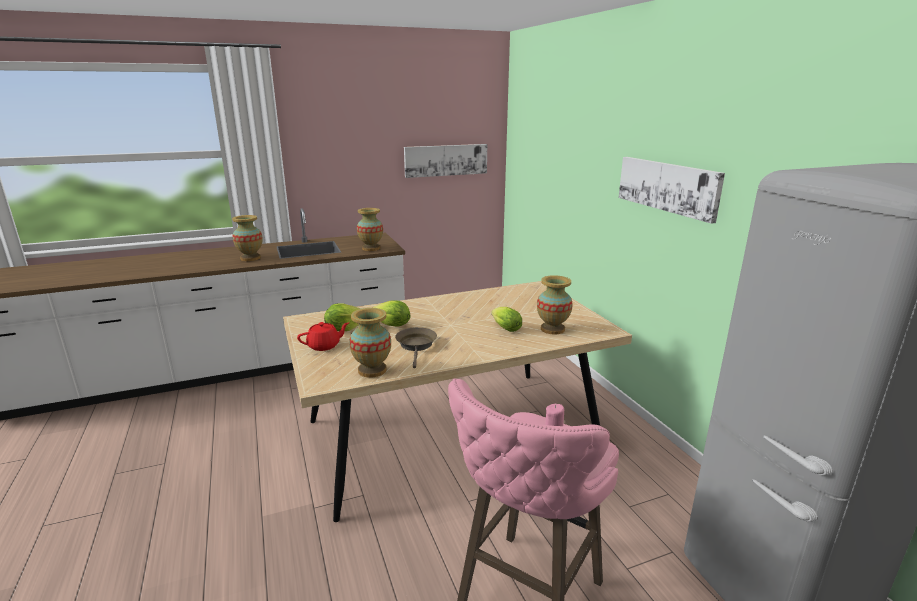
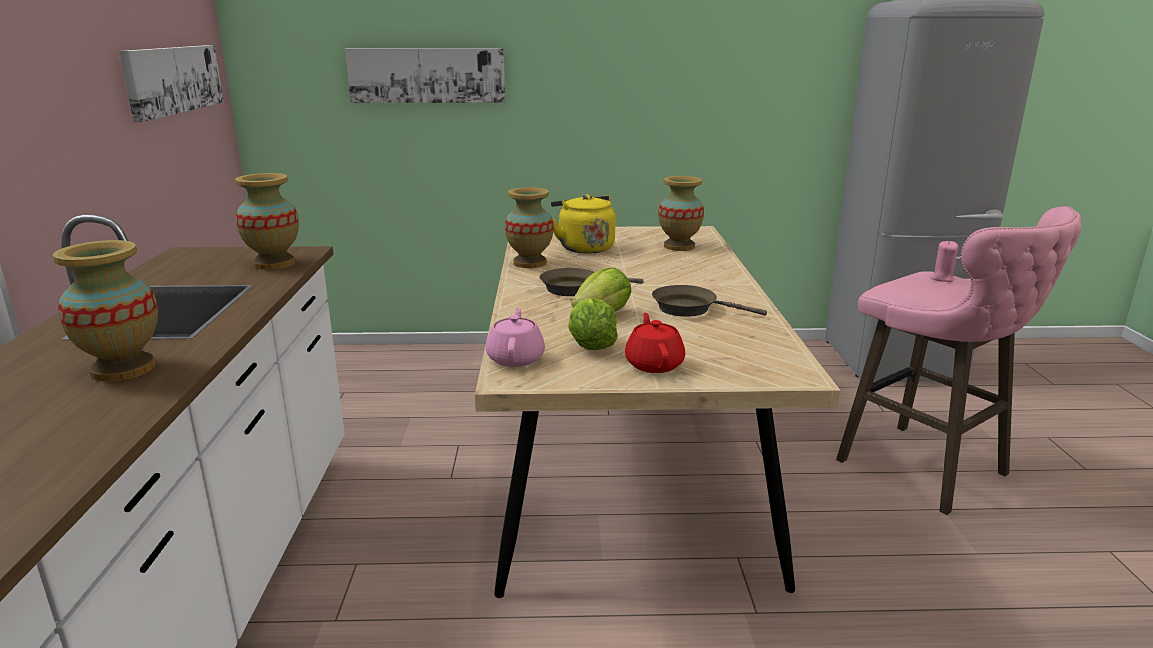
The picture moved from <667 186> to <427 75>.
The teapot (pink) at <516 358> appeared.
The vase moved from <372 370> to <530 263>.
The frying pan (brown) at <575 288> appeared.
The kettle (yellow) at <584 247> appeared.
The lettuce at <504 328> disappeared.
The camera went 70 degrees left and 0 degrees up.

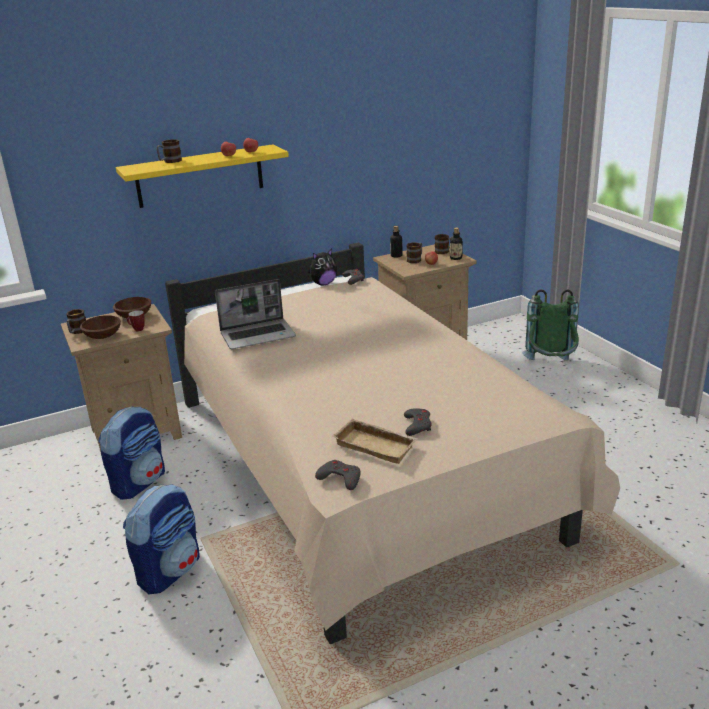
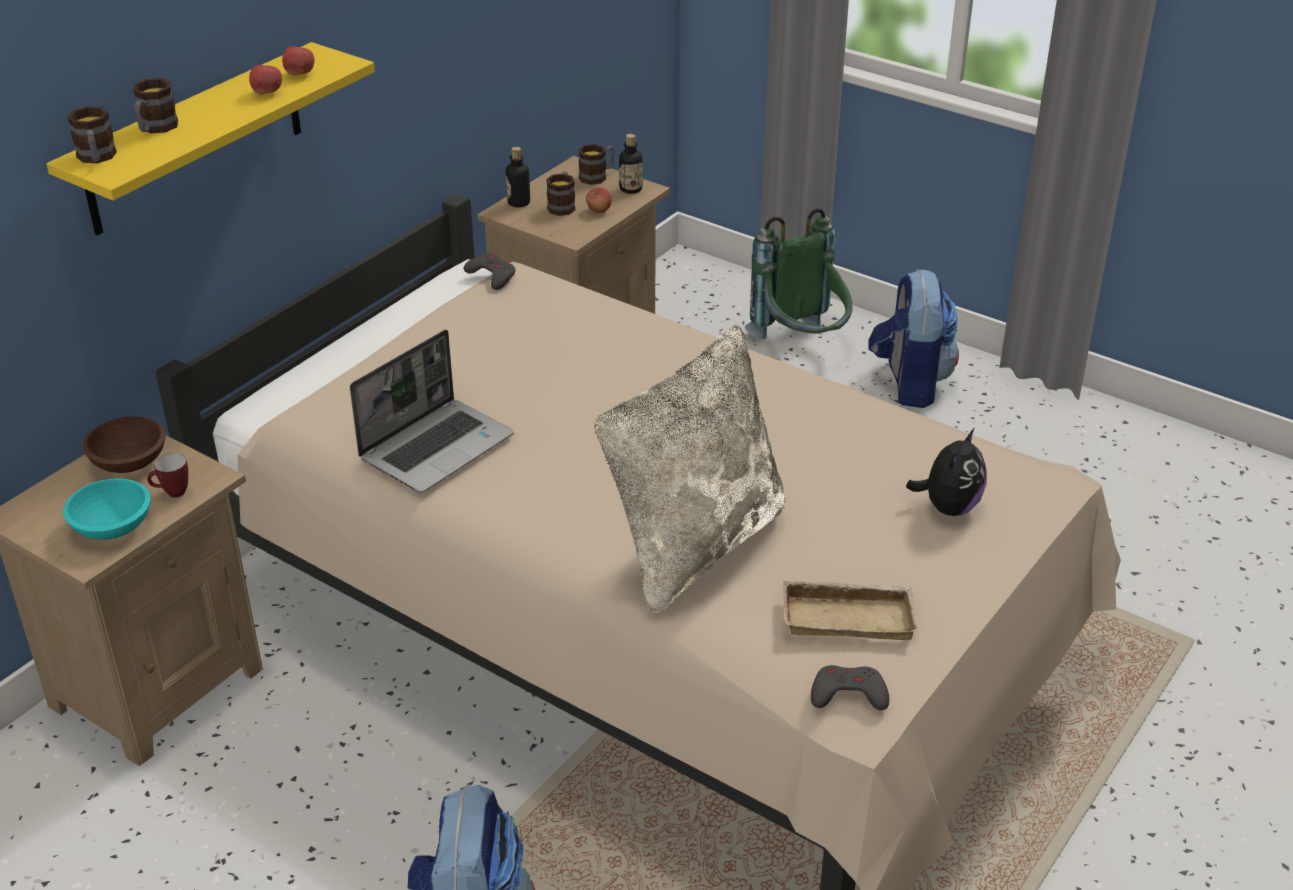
The bowl (brown) at <102 336> became the bowl (turquoise) at <111 528>.
The mug moved from <77 331> to <97 158>.
The pillow (beige) at <697 550> appeared.
The backpack moved from <139 482> to <909 383>.
The plush toy moved from <323 284> to <948 507>.
The game controller (grey) at <417 425> disappeared.
The camera went 30 degrees left and 10 degrees up.

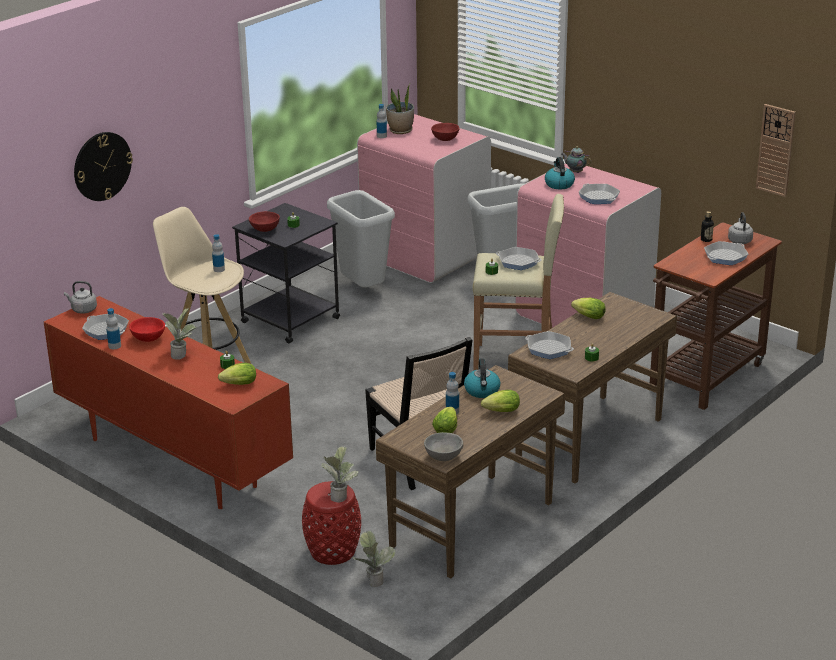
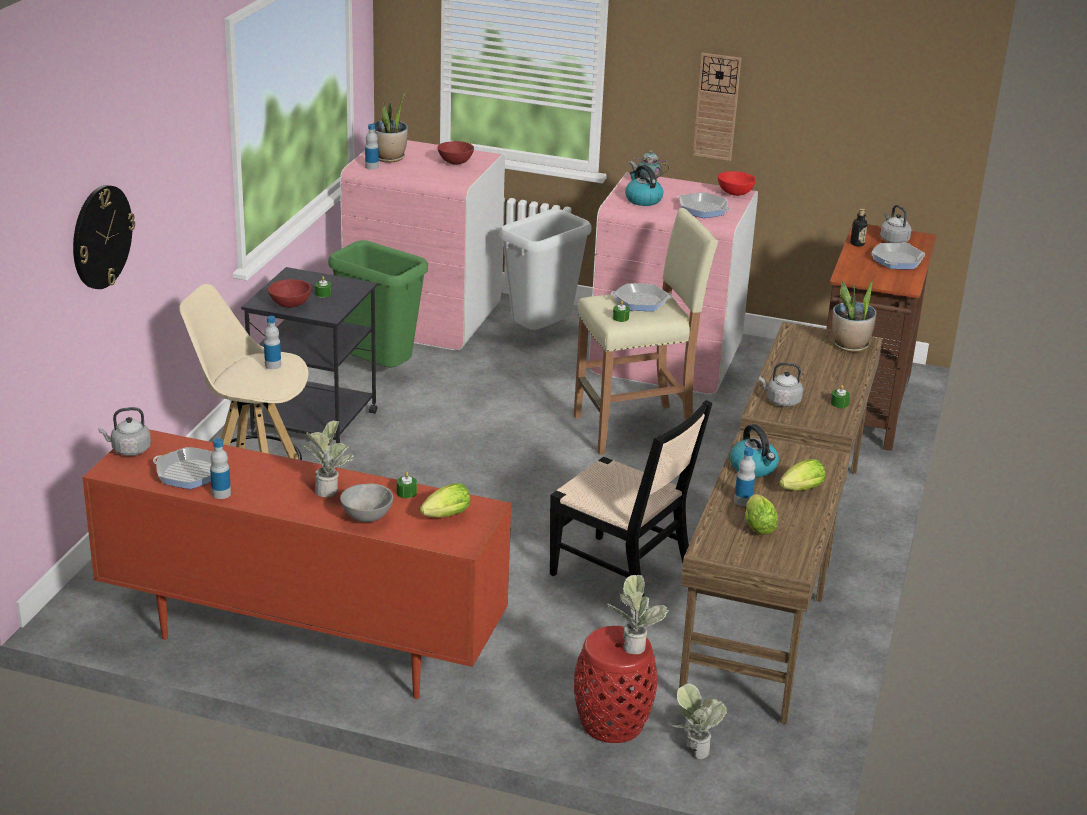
The trash can (grey) at <364 290> became the trash can (green) at <380 371>.
The bowl (grey) moved from <443 457> to <366 517>.
The wall clock moved from <776 150> to <717 106>.
The bowl (red) moved from <148 338> to <734 193>.
The frying pan at <549 349> was replaced by the kettle (grey) at <781 401>.
The potted plant at <850 346> appeared.
The lettuce at <587 316> disappeared.
The camera went 25 degrees left and 0 degrees up.

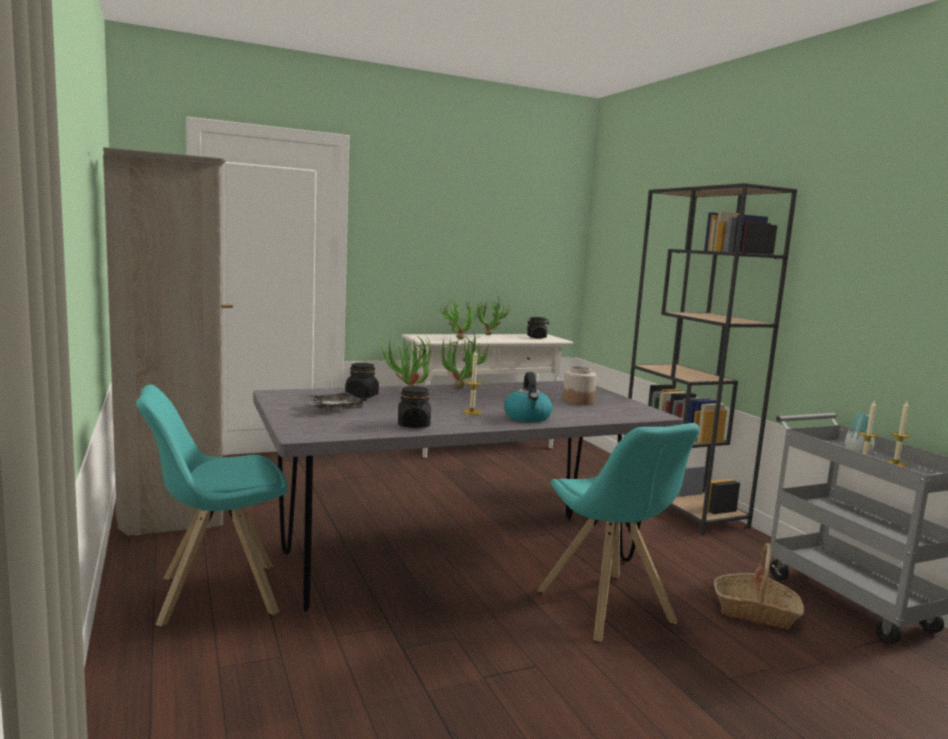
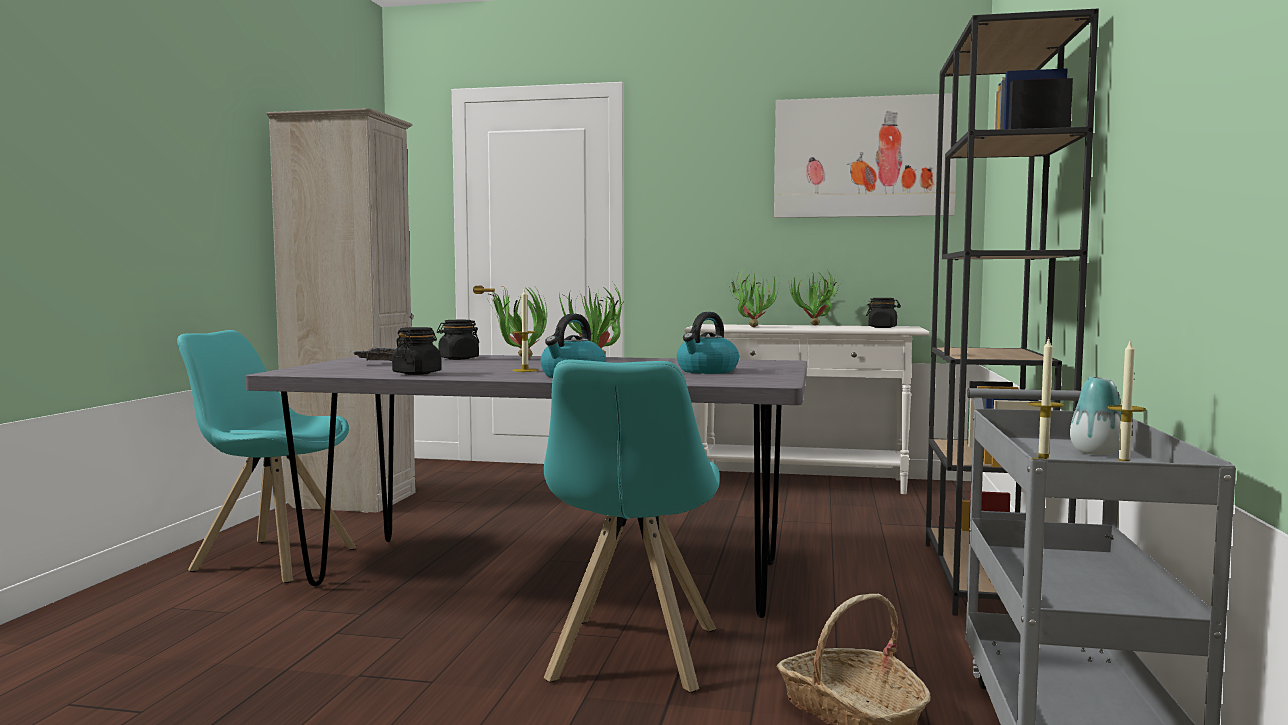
The jar at <578 401> was replaced by the kettle at <707 371>.
The picture at <863 157> appeared.
The camera went 35 degrees right and 5 degrees down.

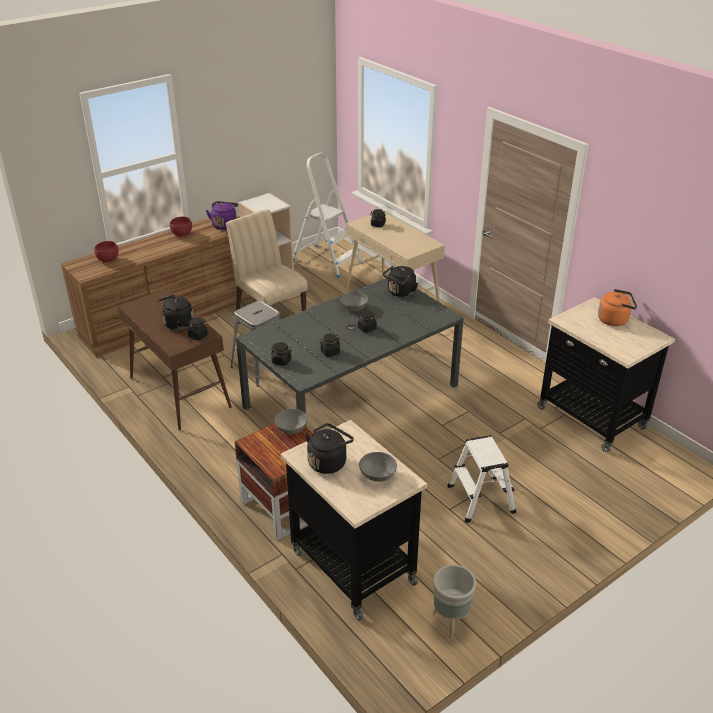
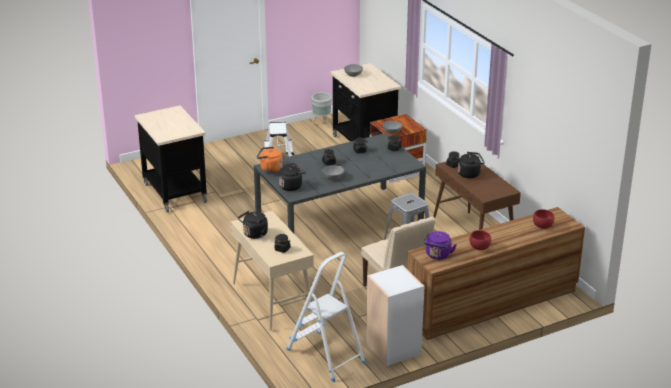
The kettle (black) moved from <328 462> to <254 235>.
The kettle (orange) moved from <614 320> to <269 169>.
The camera went 170 degrees left and 5 degrees down.

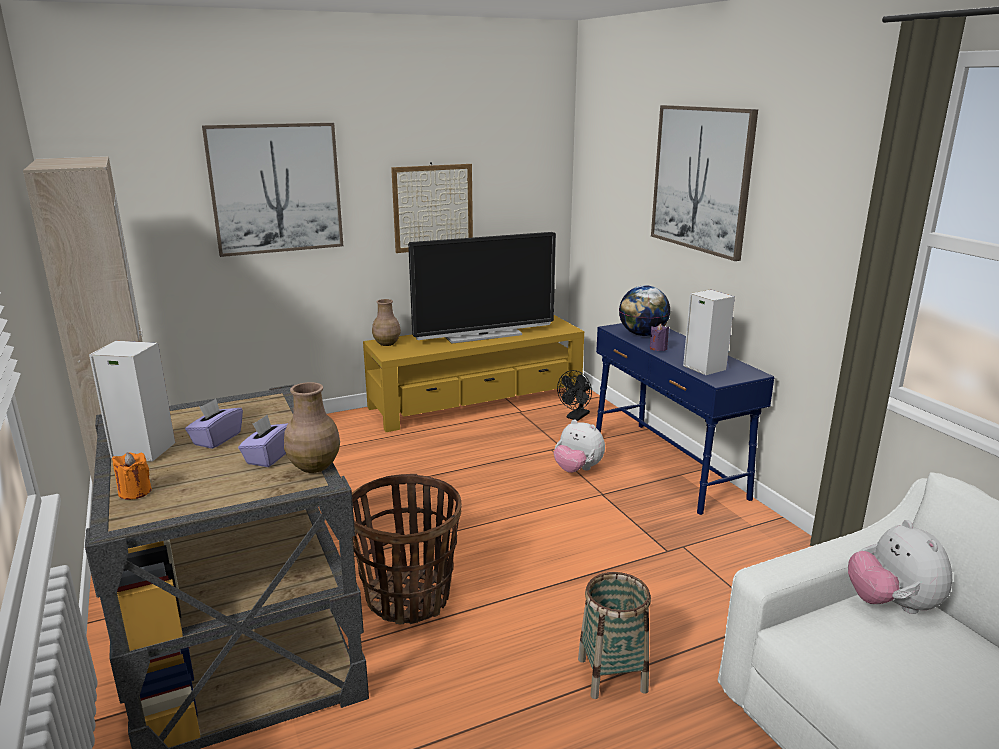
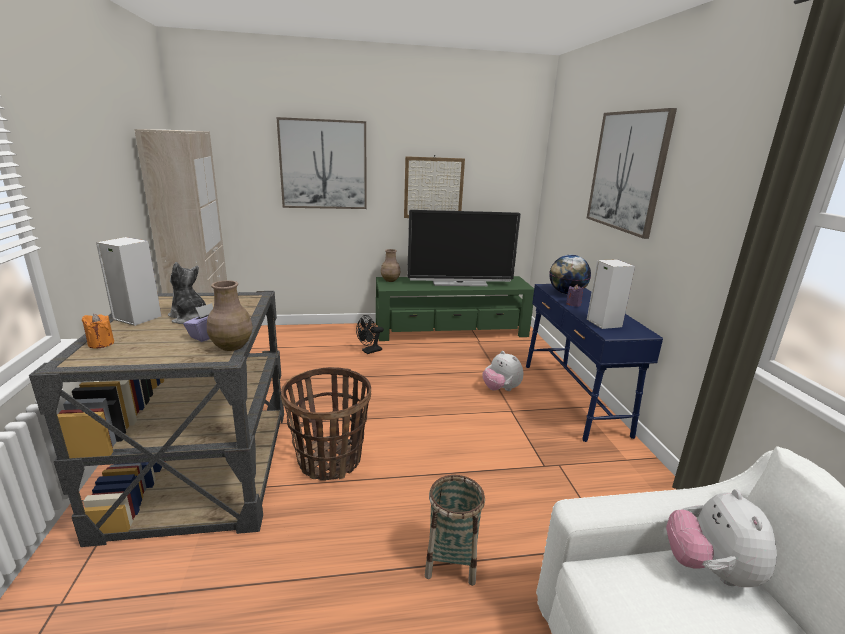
The tissue box (purple) at <217 439> was replaced by the plush toy at <190 318>.
The fan (black) moved from <576 417> to <369 351>.
The tv stand (yellow) at <477 402> became the tv stand (green) at <451 330>.
The camera went 15 degrees right and 0 degrees up.

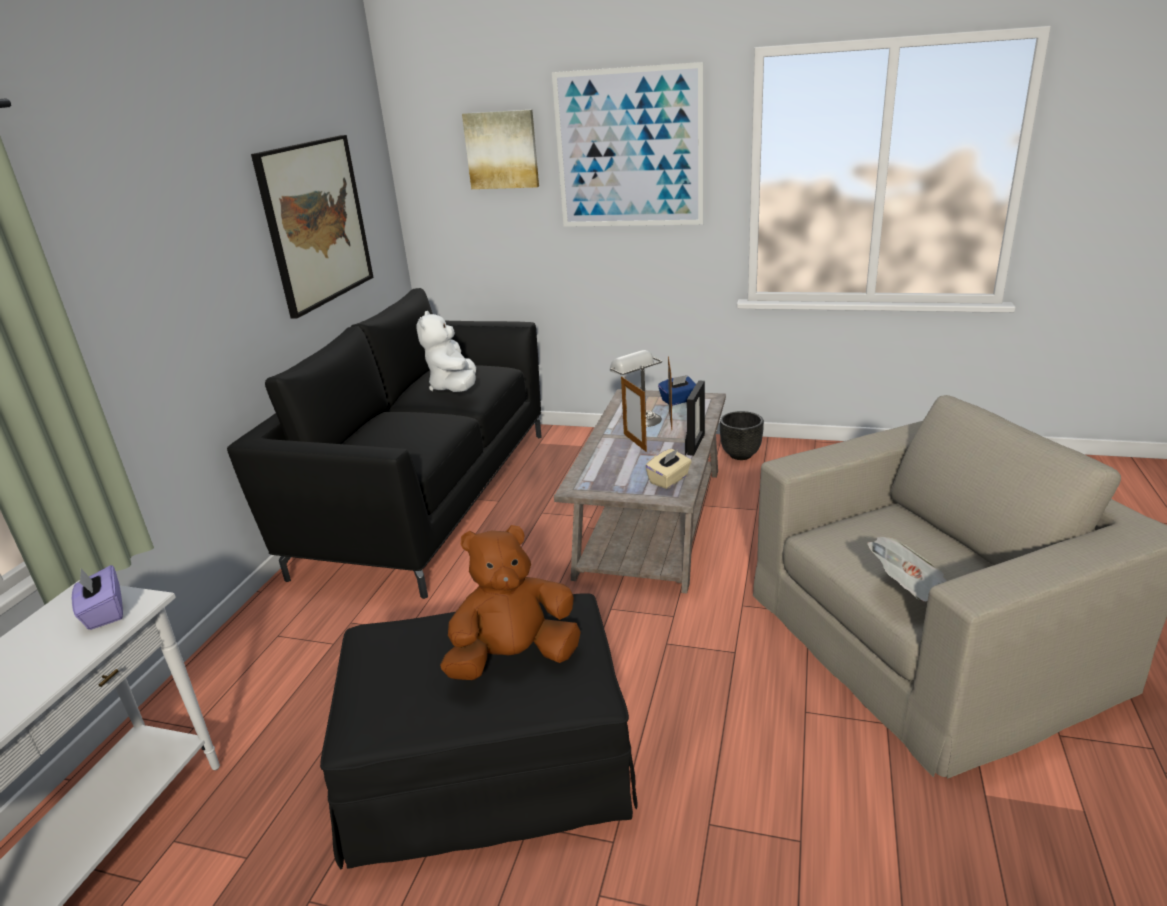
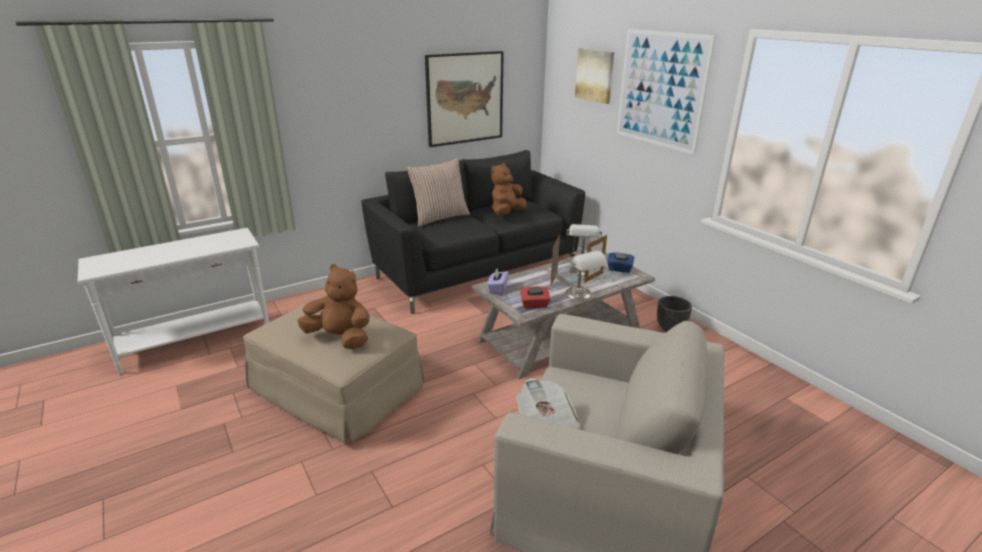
The ottoman (black) at <489 765> became the ottoman (beige) at <338 391>.
The pillow at <439 217> appeared.
The tissue box (purple) moved from <104 612> to <497 289>.
The plush toy (white) at <454 388> became the plush toy (brown) at <506 213>.
The tissue box (beige) at <669 480> became the tissue box (red) at <534 305>.
The picture frame at <695 444> was replaced by the table lamp (white) at <582 295>.
The camera went 40 degrees right and 0 degrees up.

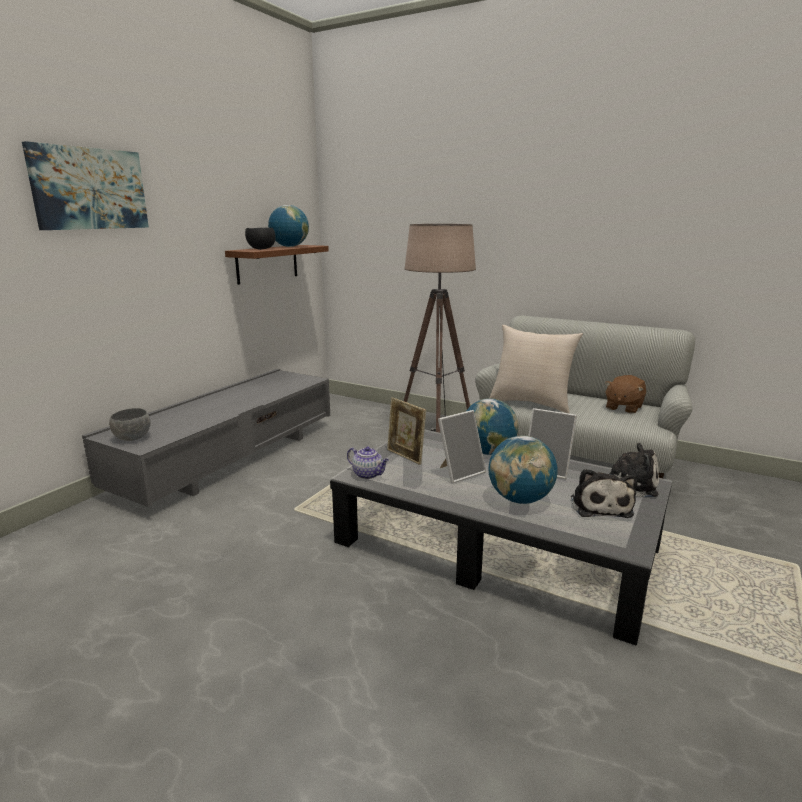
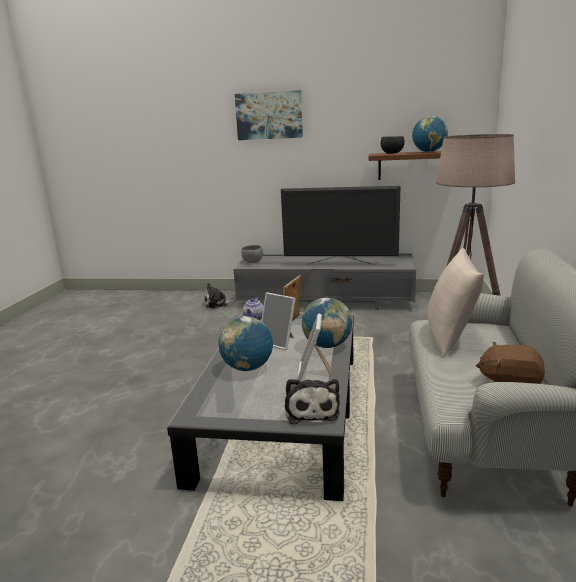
The plush toy moved from <600 506> to <217 304>.
The television at <340 264> appeared.
The camera went 70 degrees right and 0 degrees up.

